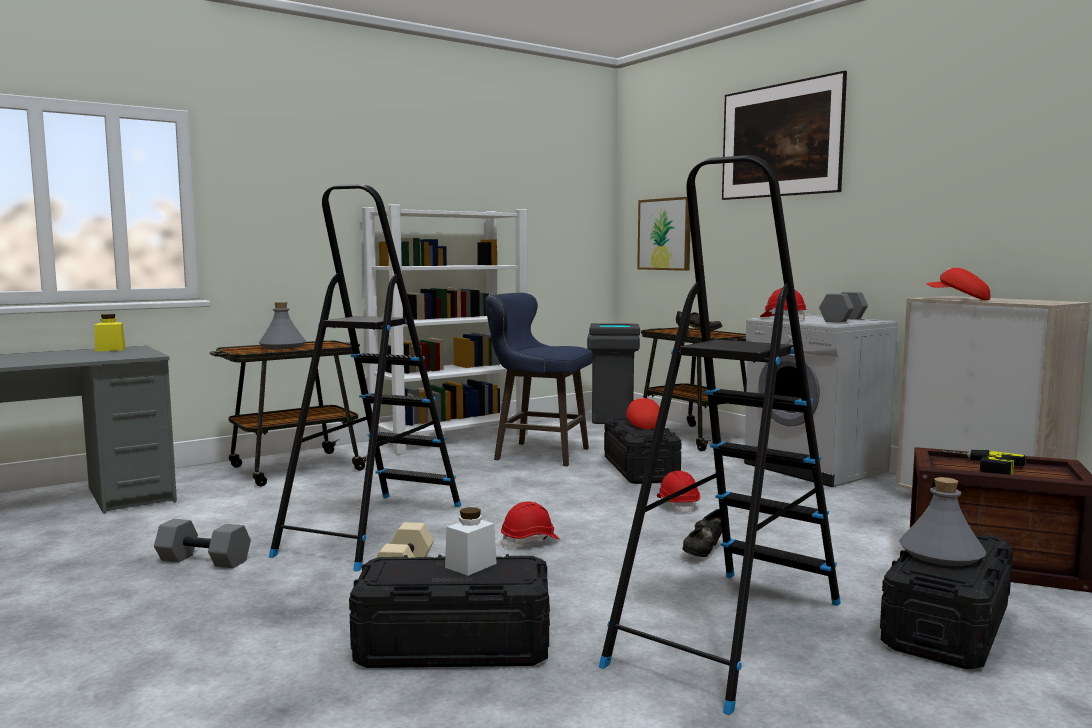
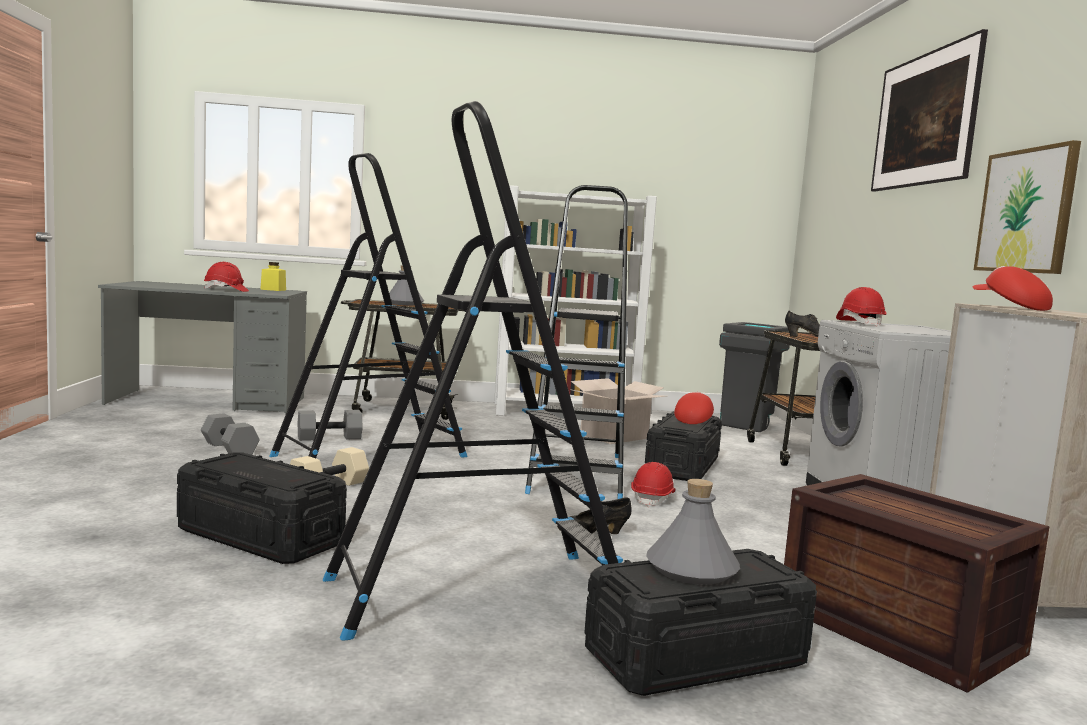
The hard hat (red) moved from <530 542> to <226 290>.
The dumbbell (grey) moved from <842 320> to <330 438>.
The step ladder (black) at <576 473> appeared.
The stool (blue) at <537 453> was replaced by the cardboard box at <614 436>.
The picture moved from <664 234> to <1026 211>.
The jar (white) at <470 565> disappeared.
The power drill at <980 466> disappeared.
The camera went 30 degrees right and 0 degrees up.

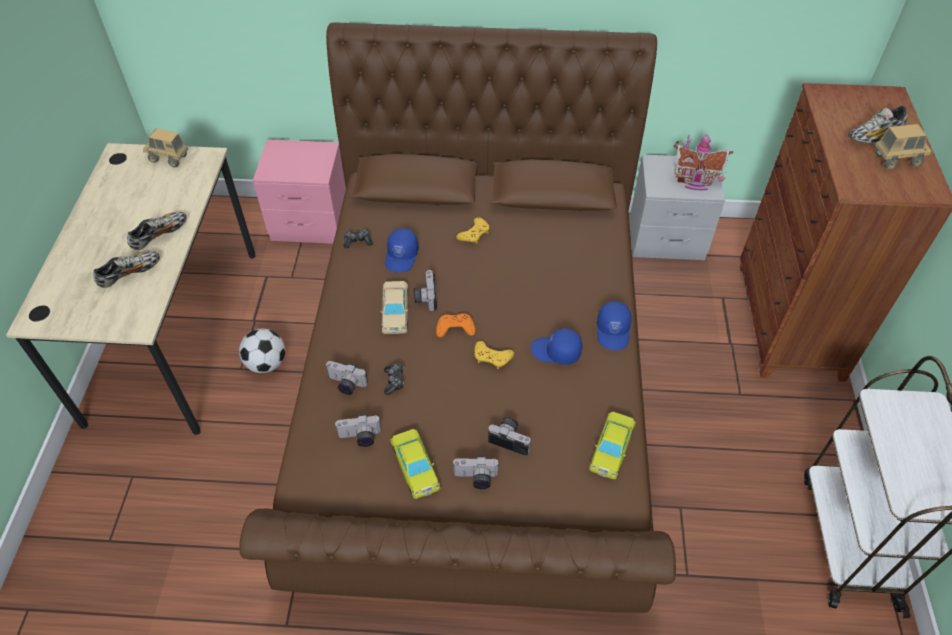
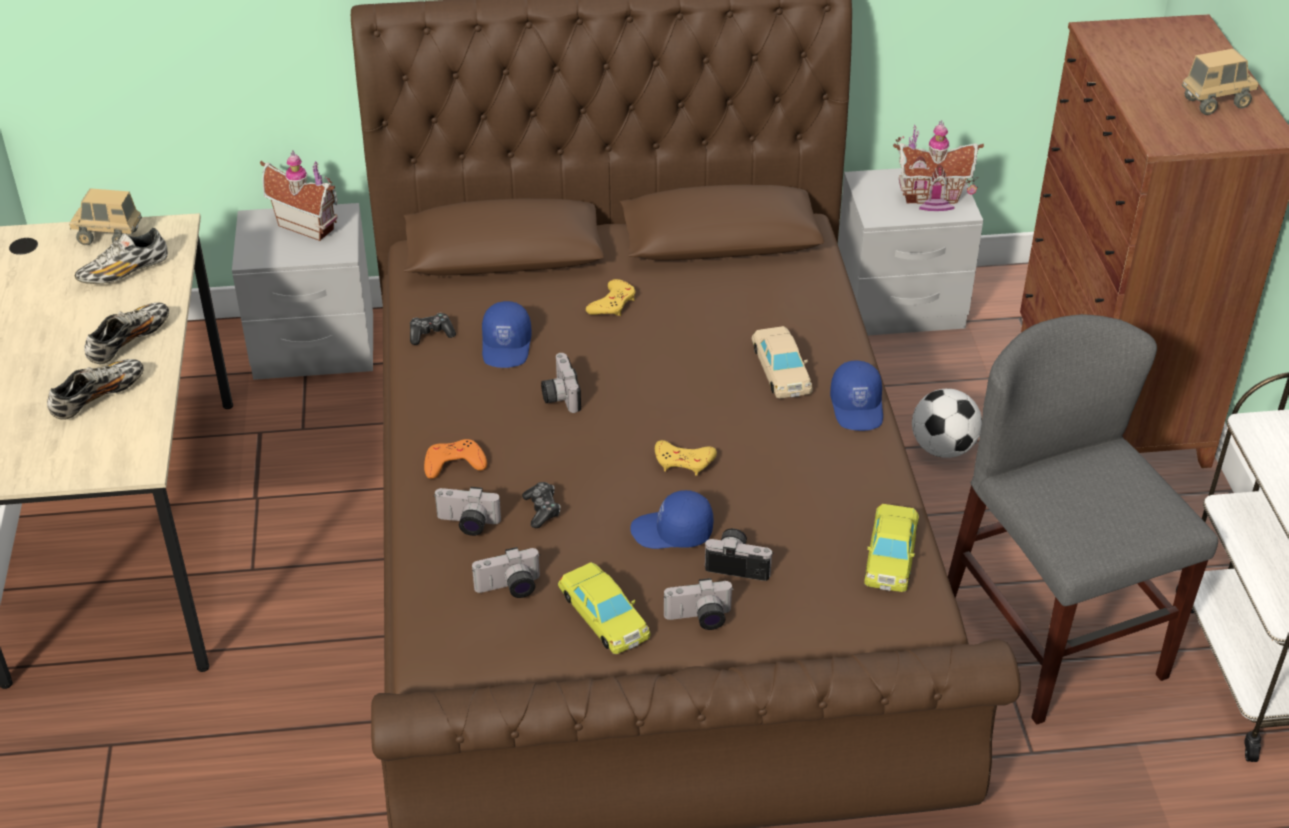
The shoe moved from <874 136> to <124 273>.
The nightstand (pink) at <310 223> became the nightstand (grey) at <314 347>.
The toy house at <308 224> appeared.
The game controller (orange) moved from <455 328> to <454 463>.
The cap (blue) moved from <556 352> to <672 532>.
The toy car (beige) moved from <395 310> to <781 369>.
The football moved from <266 363> to <942 448>.
The chair (grey) at <1053 637> appeared.
The camera went 10 degrees left and 10 degrees down.

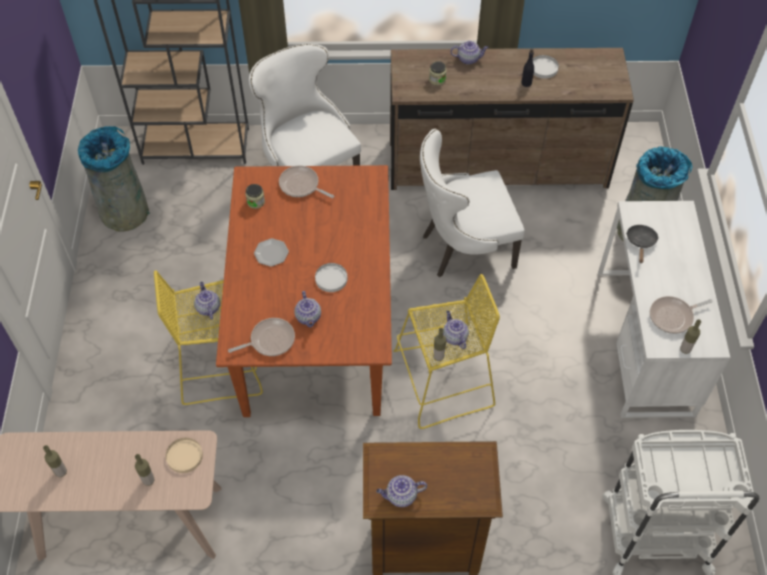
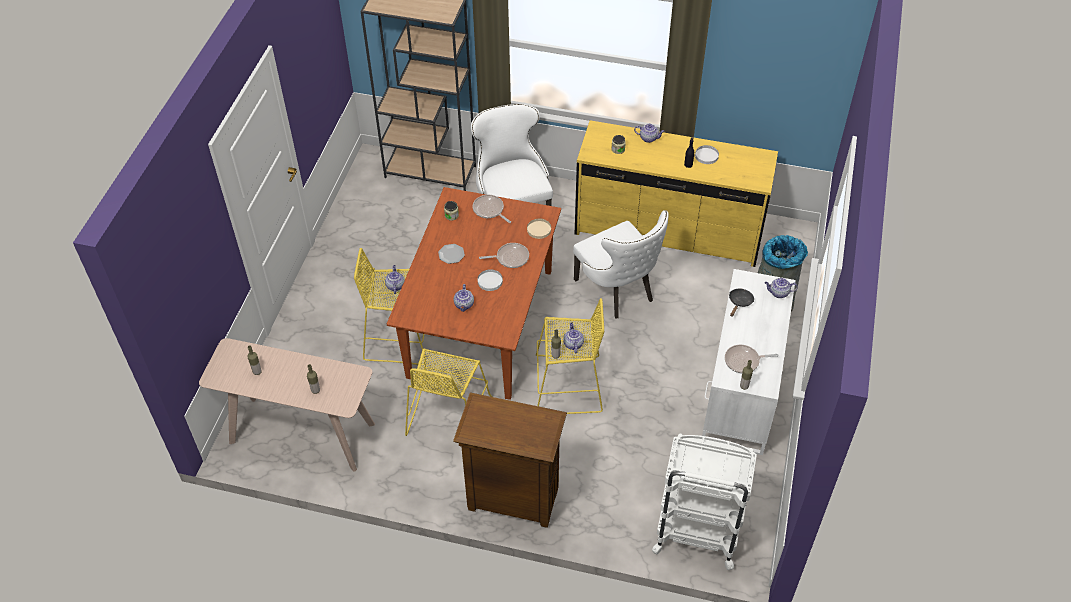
The stool (yellow) at <448 416> appeared.
The frying pan moved from <270 340> to <510 258>.
The plate (beige) moved from <185 456> to <539 229>.
The chair (white) at <464 248> turned 120 degrees counterclockwise.
The dresser (brown) at <498 164> became the dresser (yellow) at <669 231>.
The teapot moved from <401 496> to <778 293>.
The trash can (grey) at <124 210> disappeared.
The camera went 15 degrees right and 5 degrees down.

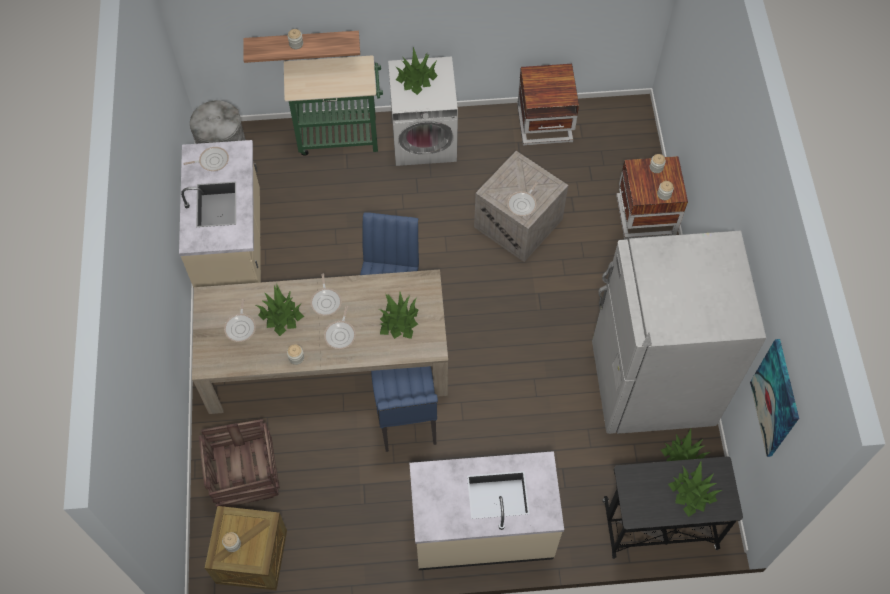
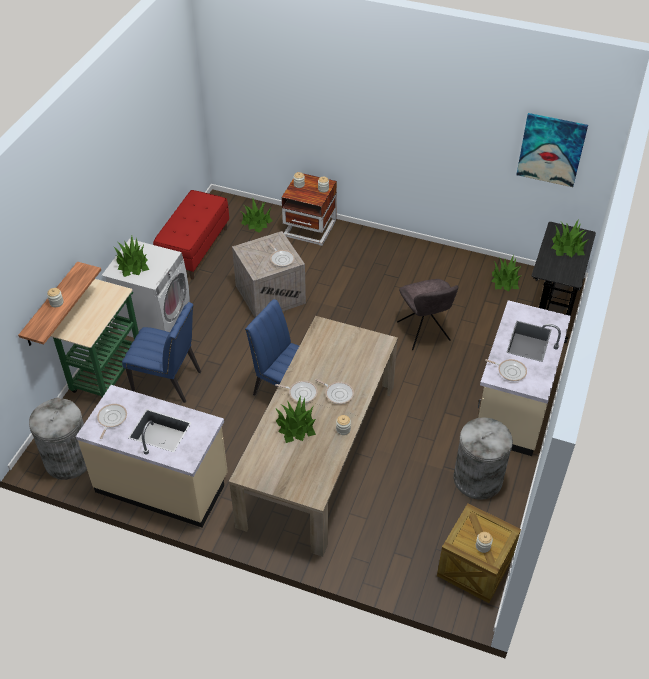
The chair (blue) moved from <406 416> to <166 381>.
The nightstand at <545 123> was replaced by the bench (red) at <194 249>.
The potted plant moved from <399 320> to <256 222>.
The chair (grey) at <424 333> appeared.
The trash can (grey) at <477 479> appeared.
The frying pan moved from <241 327> to <510 371>.
The crate at <244 472> disappeared.
The fridge (white) at <652 383> disappeared.
The camera went 65 degrees left and 15 degrees down.

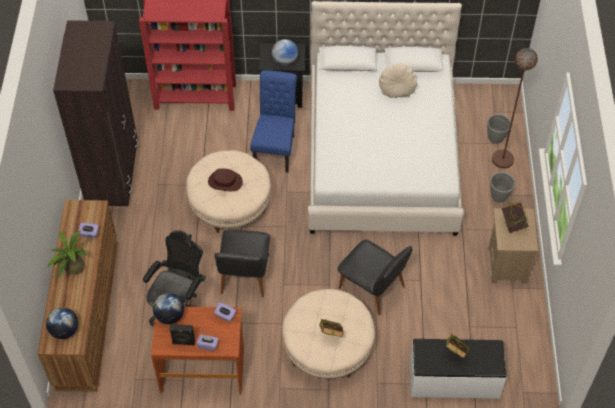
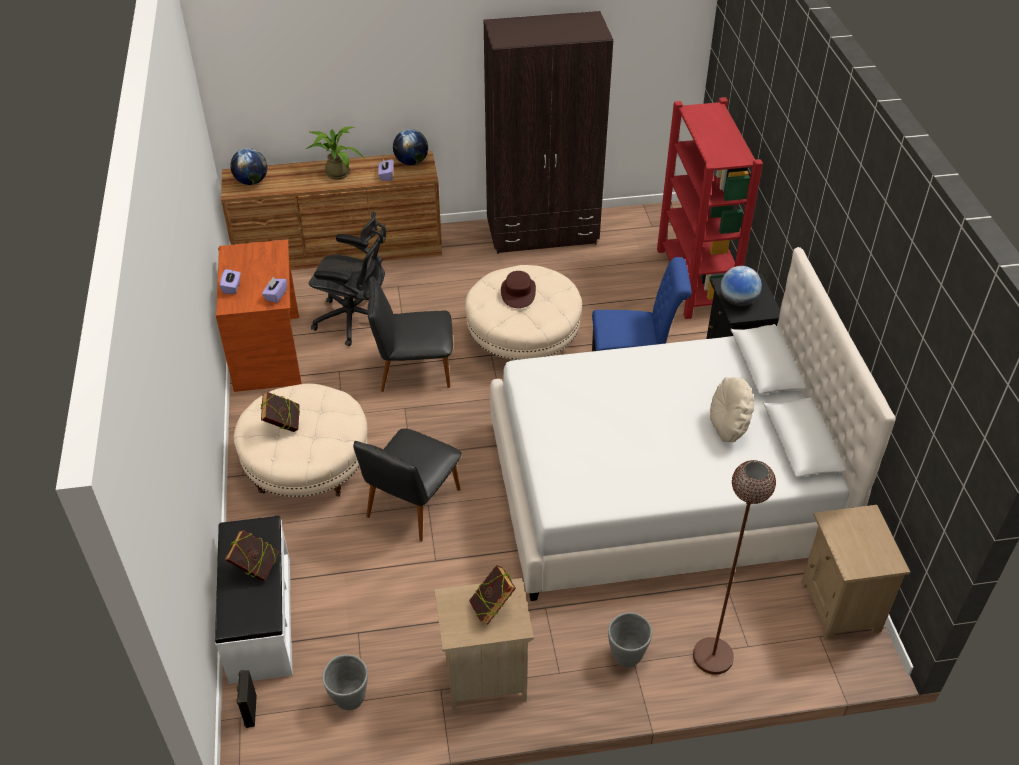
The speaker (black) moved from <183 343> to <250 711>.
The planter (grey) moved from <496 139> to <349 699>.
The globe moved from <170 316> to <411 162>.
The nightstand (beige) at <838 607> appeared.
The camera went 80 degrees right and 10 degrees down.

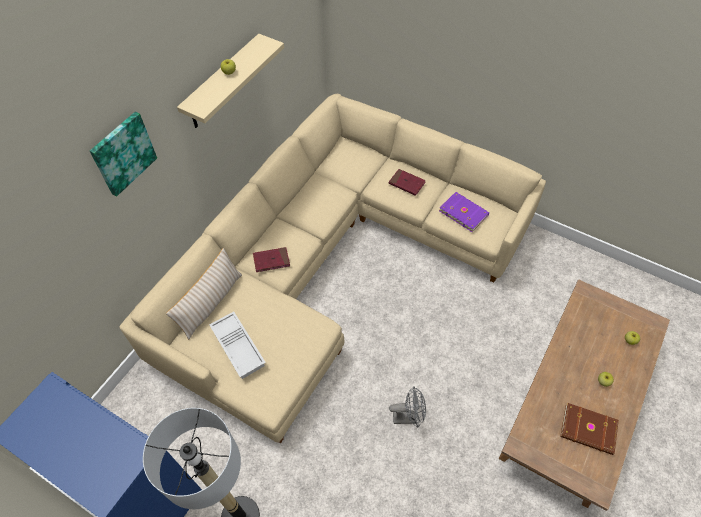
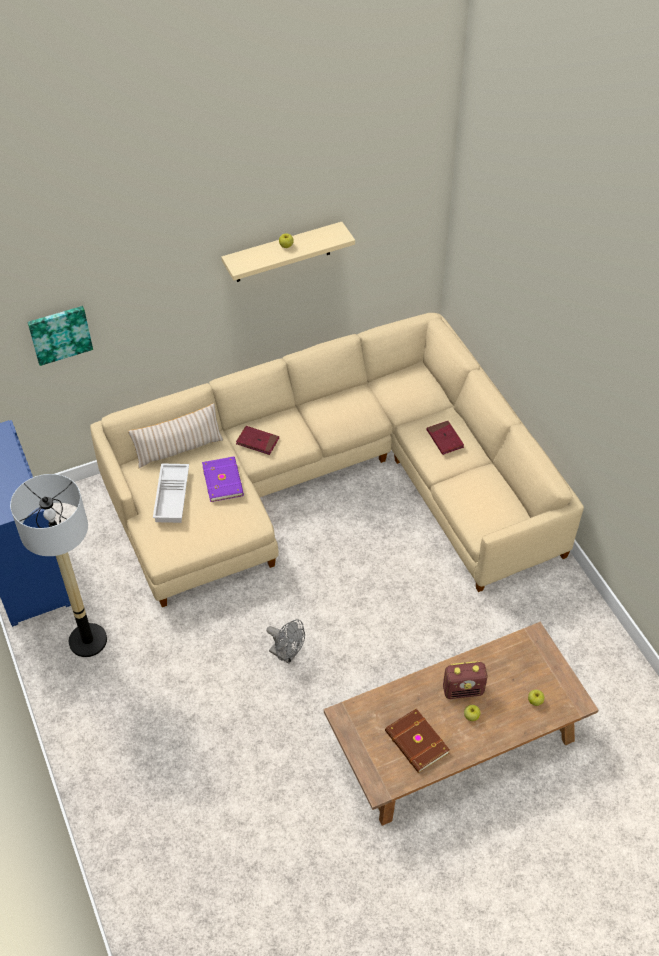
The picture moved from <123 153> to <60 334>.
The book (purple) moved from <463 212> to <223 480>.
The radio at <463 690> appeared.
The camera went 35 degrees right and 5 degrees down.

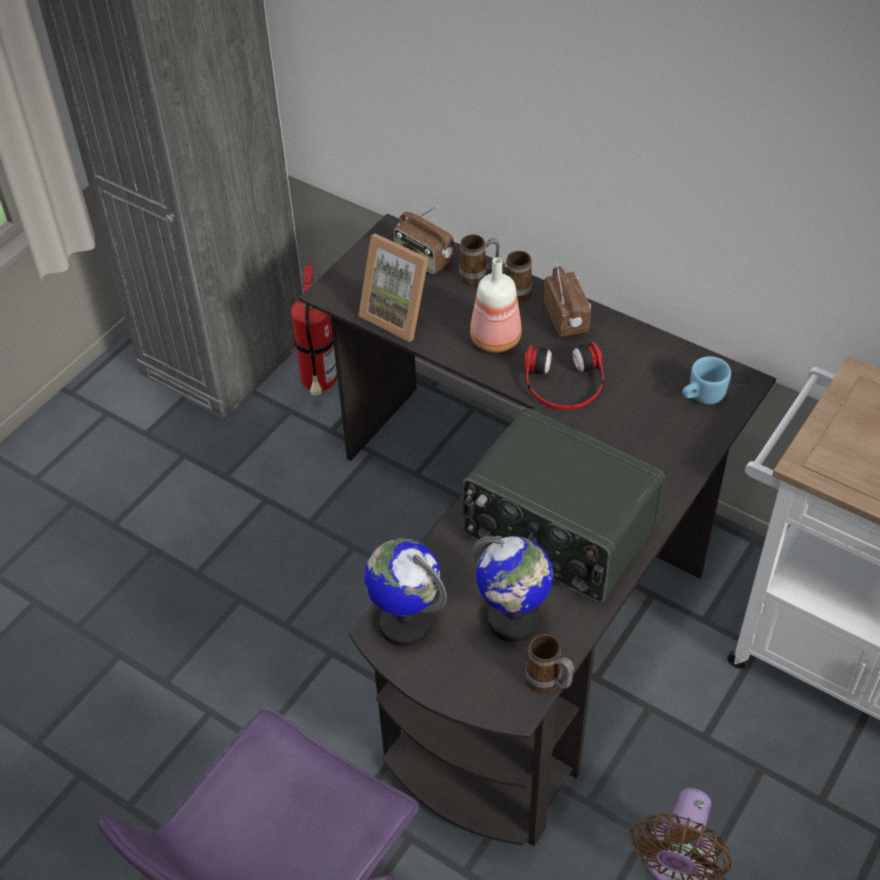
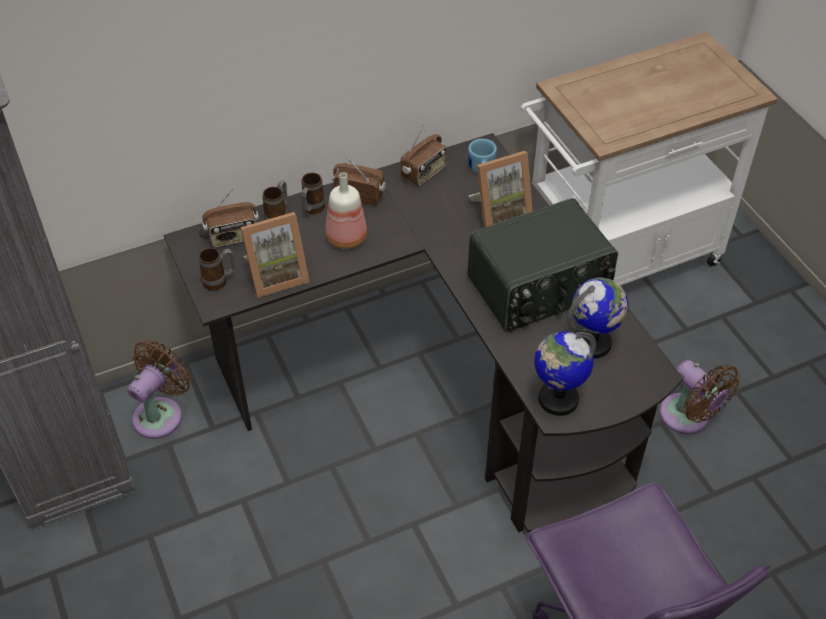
The fire extinguisher at <319 386> was replaced by the fan (brown) at <161 414>.
The mug moved from <548 683> to <220 281>.
The radio at <424 173> appeared.
The picture frame at <499 213> appeared.
The headphones at <564 383> disappeared.
The camera went 60 degrees left and 0 degrees up.

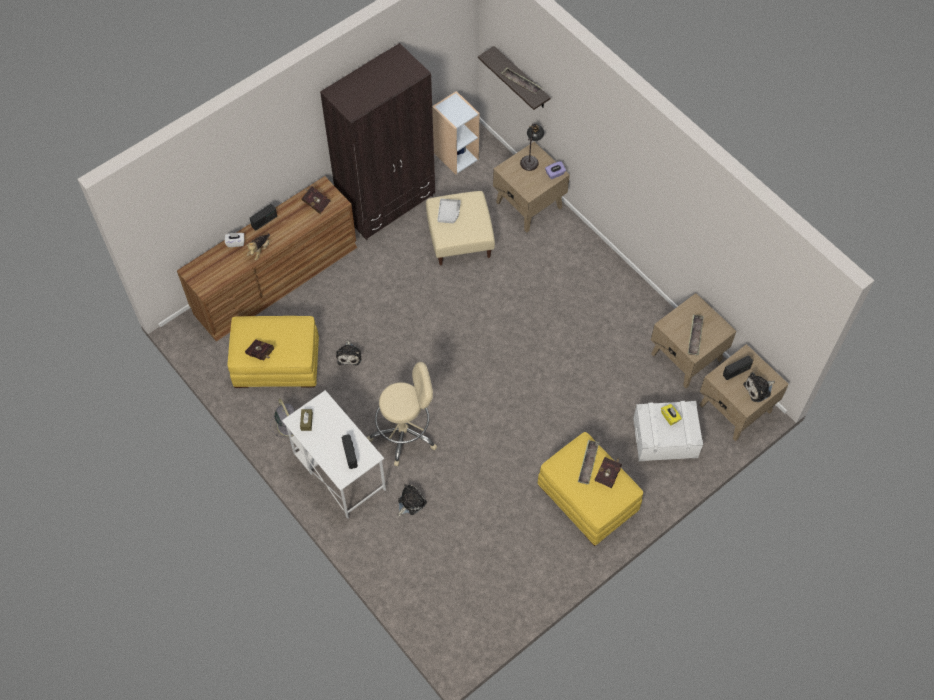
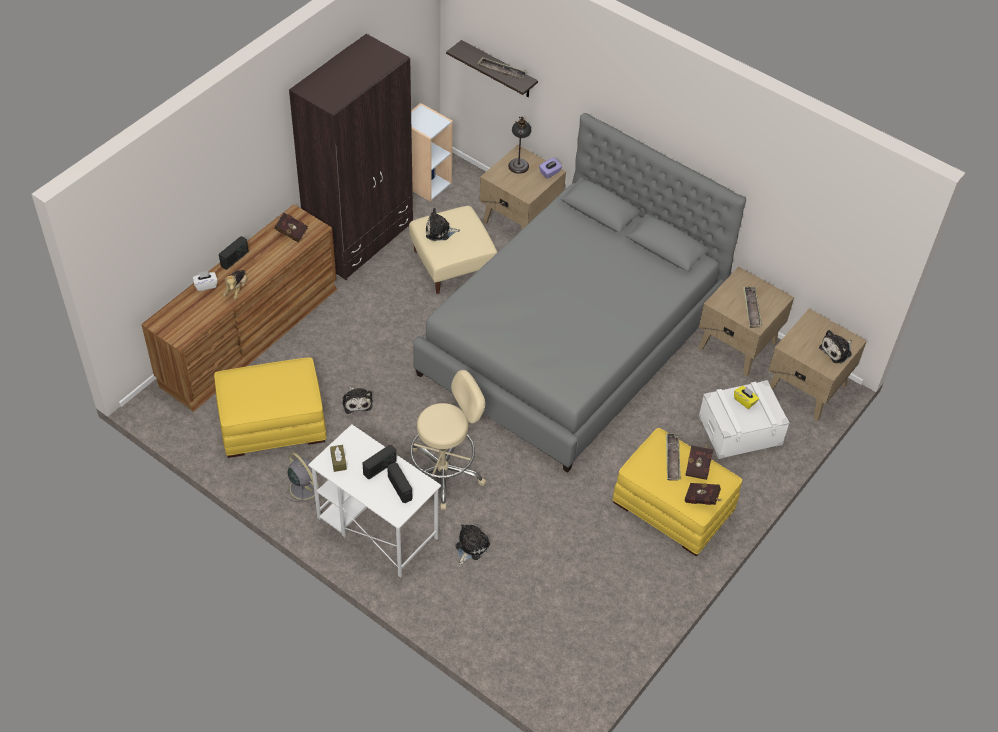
The radio moved from <736 371> to <380 467>.
The bed (grey) at <572 341> appeared.
The tray (grey) at <449 213> was replaced by the plush toy at <439 231>.
The book (red) moved from <261 354> to <702 499>.
The camera went 15 degrees left and 10 degrees down.

